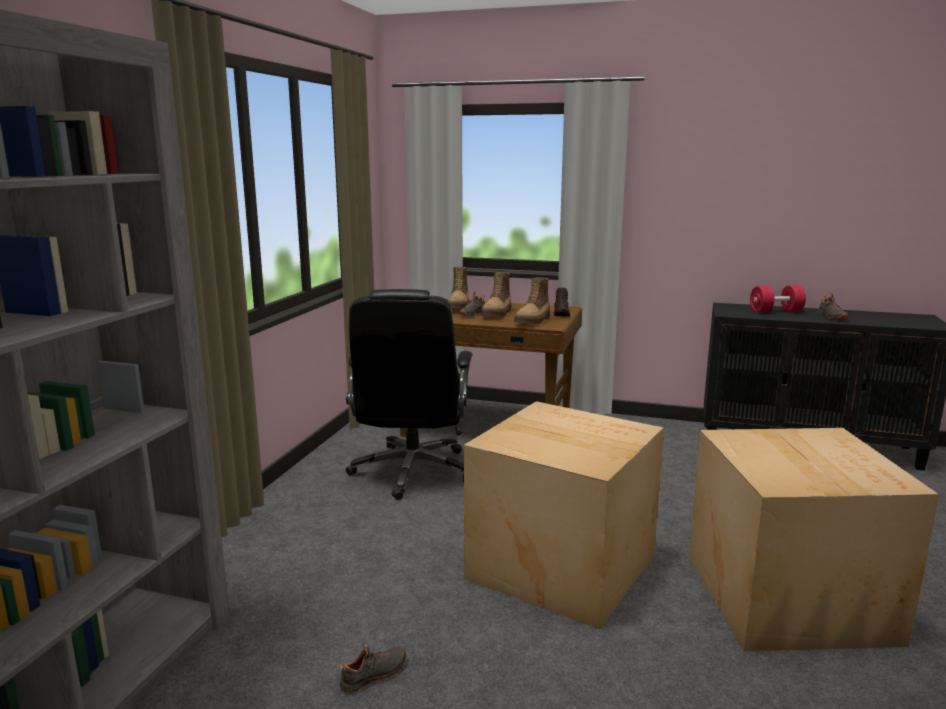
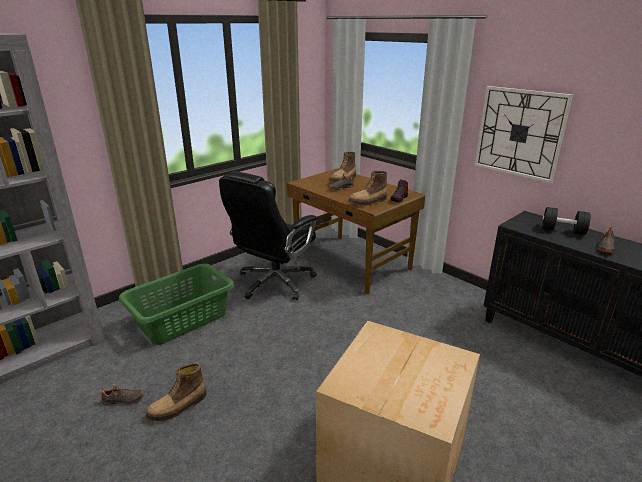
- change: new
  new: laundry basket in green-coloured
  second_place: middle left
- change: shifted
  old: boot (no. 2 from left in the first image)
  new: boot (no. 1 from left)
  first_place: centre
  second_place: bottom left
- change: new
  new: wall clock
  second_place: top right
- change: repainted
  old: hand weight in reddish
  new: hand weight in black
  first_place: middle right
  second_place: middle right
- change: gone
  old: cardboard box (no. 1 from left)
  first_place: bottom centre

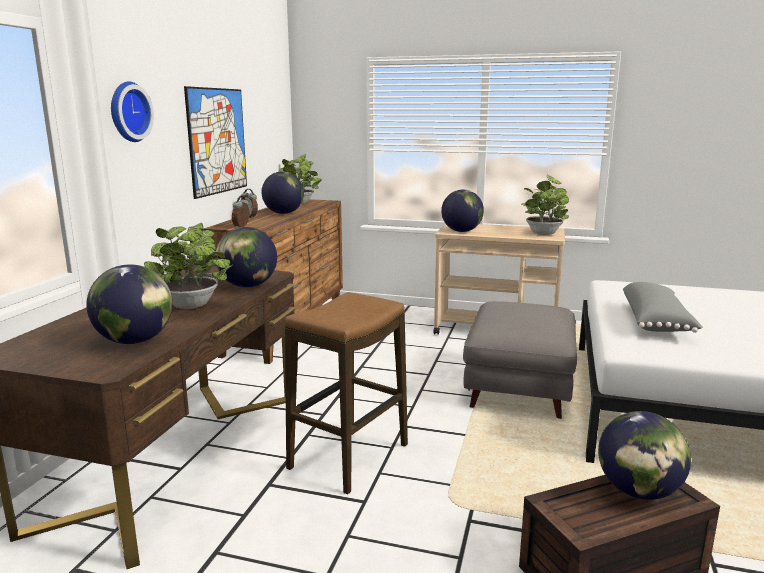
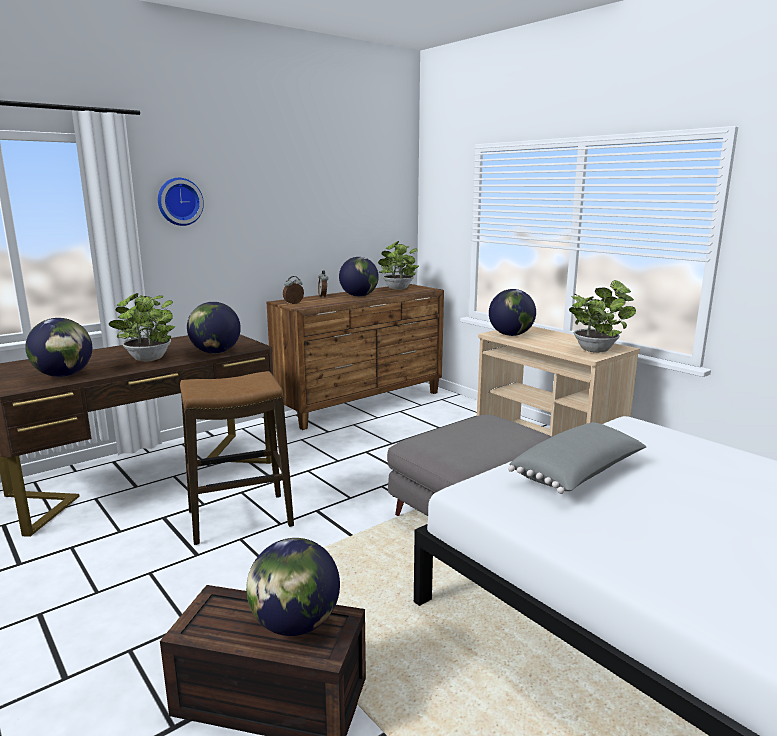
- change: gone
  old: wall picture
  first_place: top left

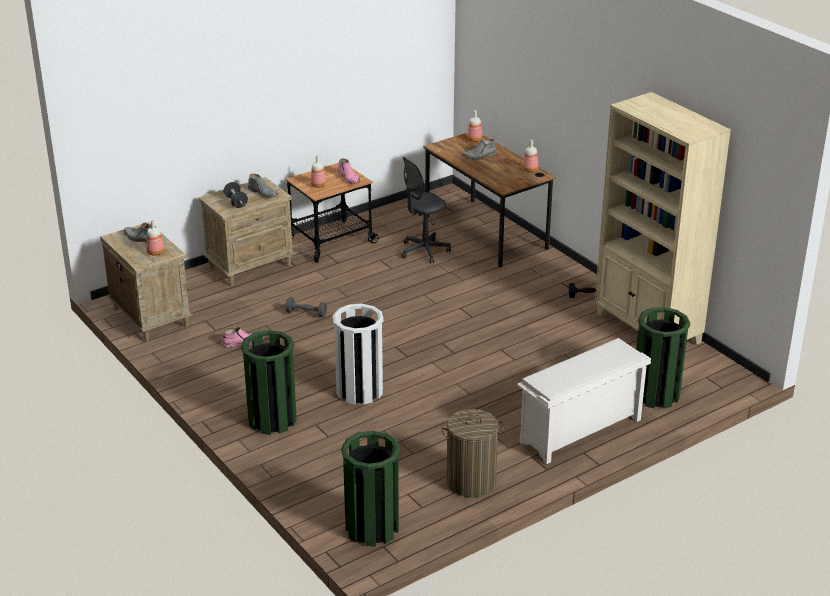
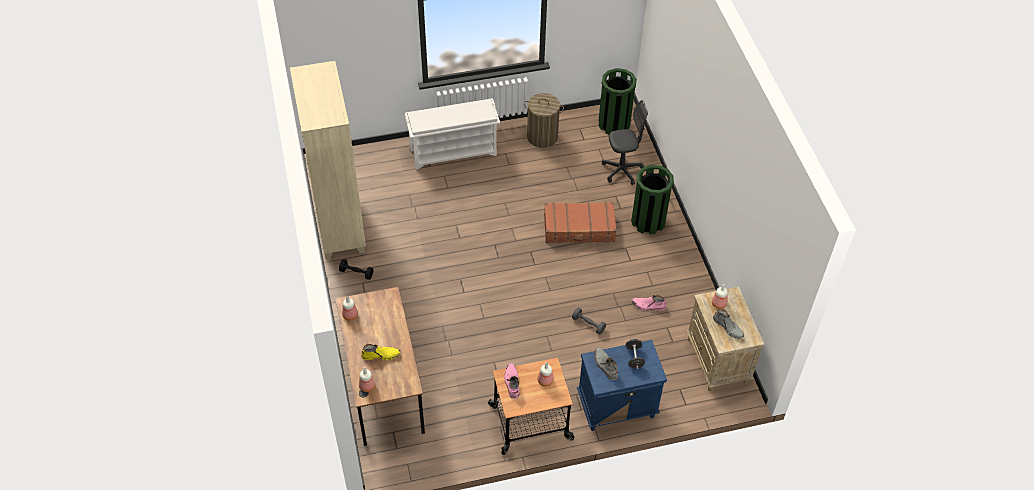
- change: repainted
  old: boot in grey (no. 3 from left)
  new: boot in yellow-coloured
  first_place: top centre
  second_place: bottom centre
- change: swapped
  old: waste bin in white
  new: piece of luggage in brownish
  first_place: centre
  second_place: centre
- change: repainted
  old: bedside table in beige-coloured (no. 2 from left)
  new: bedside table in blue
  first_place: middle left
  second_place: bottom centre
- change: shifted
  old: desk chair in grey
  first_place: centre
  second_place: top centre
- change: gone
  old: waste bin in green-coloured (no. 3 from left)
  first_place: middle right

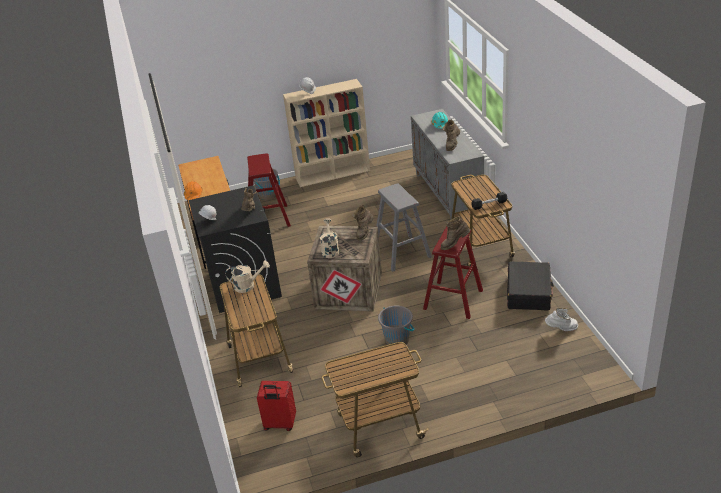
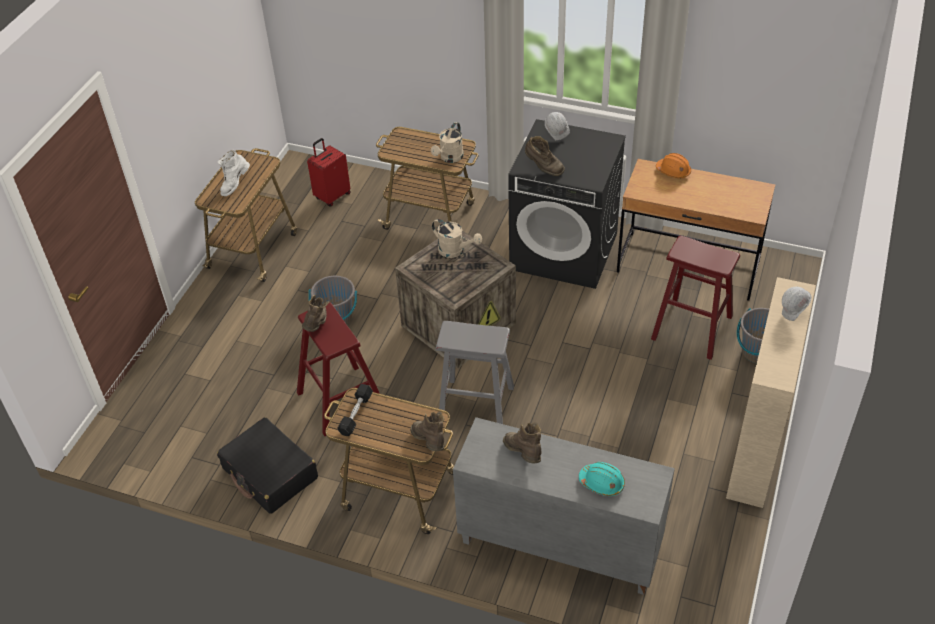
- change: shifted
  old: boot in white
  first_place: middle right
  second_place: top left
- change: shifted
  old: boot in brownish (no. 2 from left)
  first_place: centre
  second_place: bottom centre

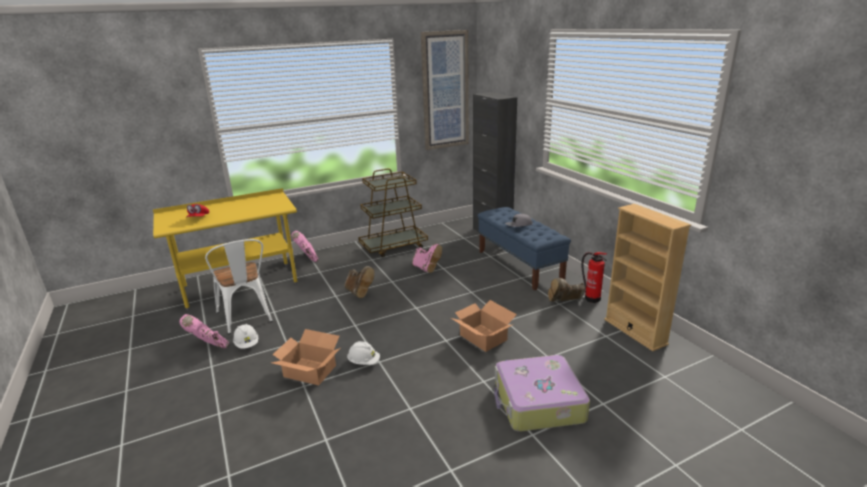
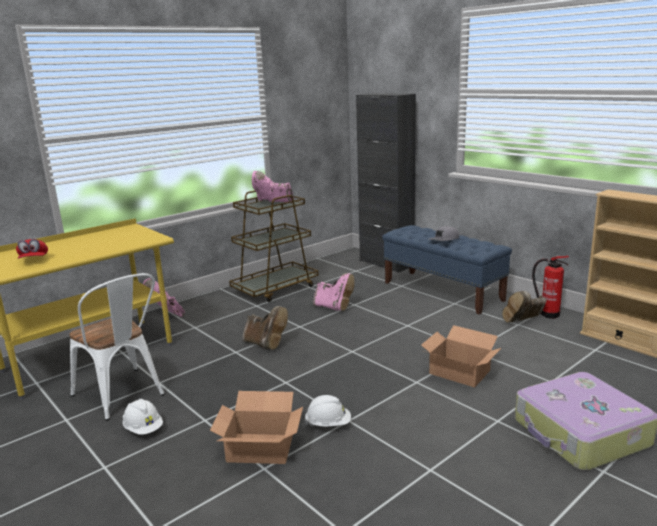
- change: shifted
  old: boot in pink-coloured (no. 1 from left in the first image)
  new: boot in pink-coloured (no. 2 from left)
  first_place: bottom left
  second_place: centre
- change: gone
  old: wall picture
  first_place: top centre

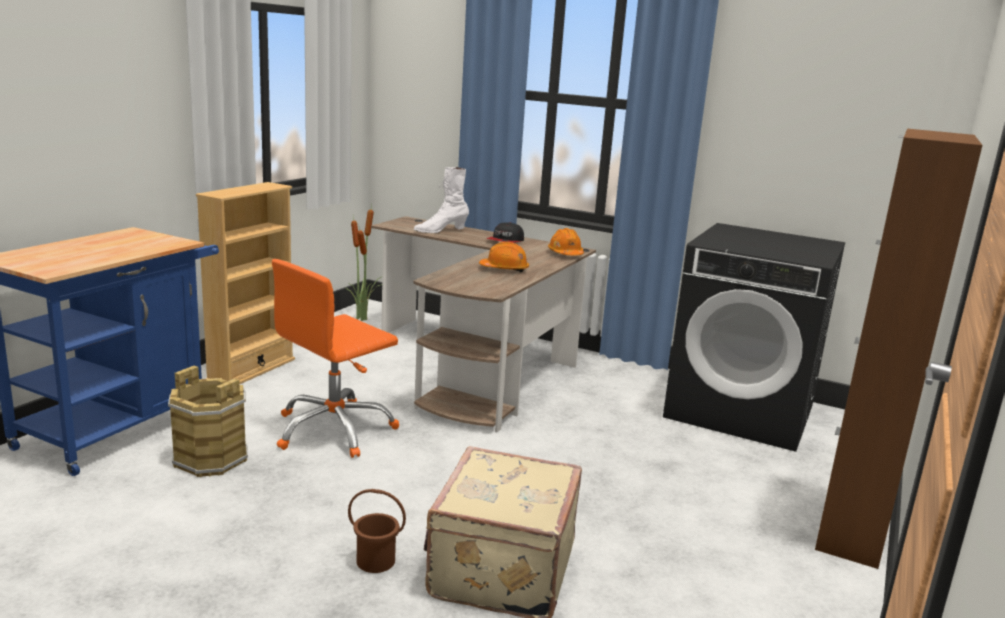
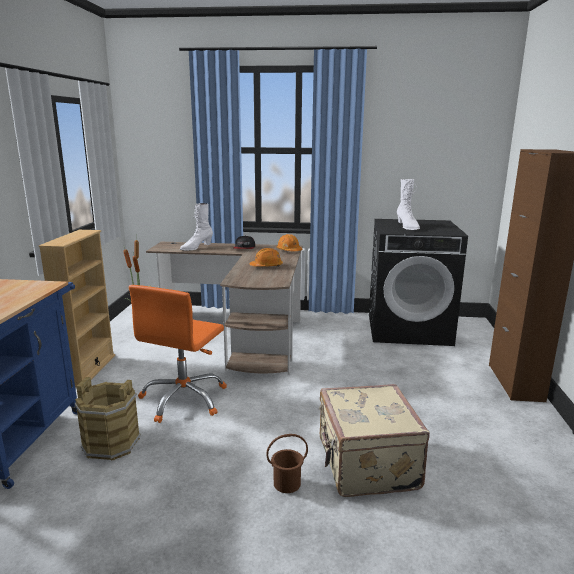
- change: new
  new: boot in white (no. 2 from left)
  second_place: middle right

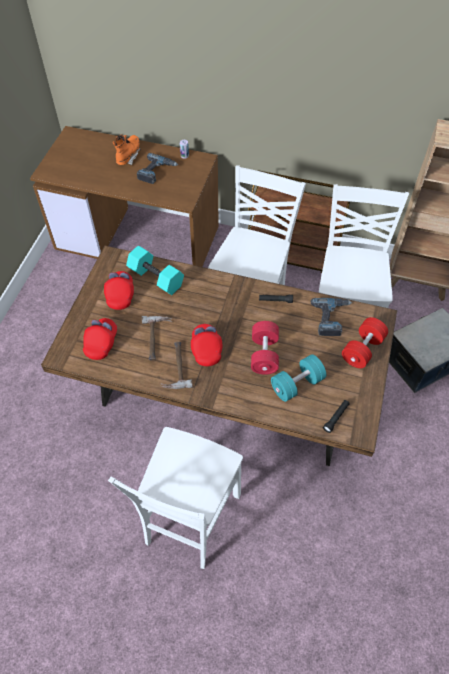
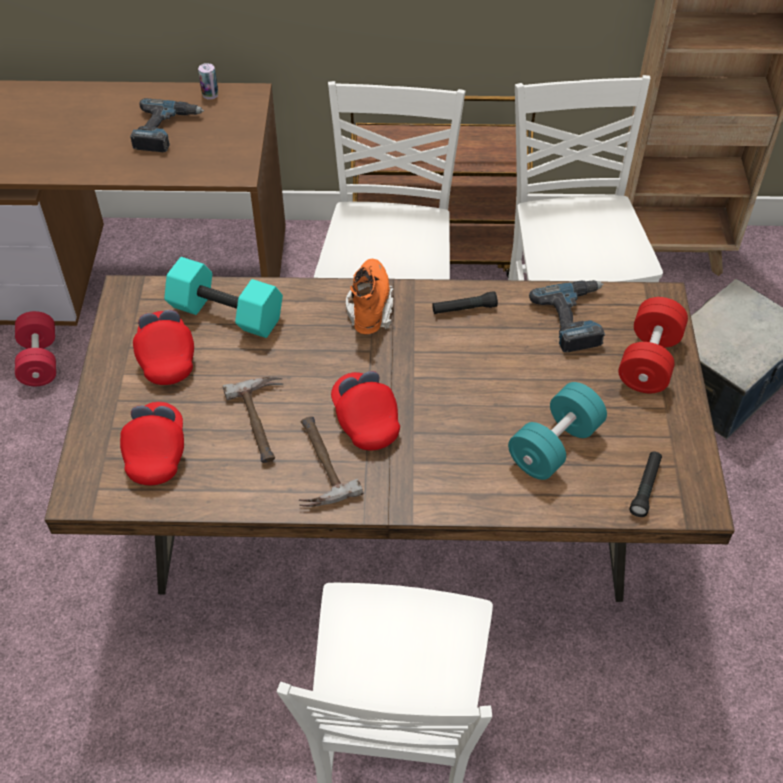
- change: shifted
  old: hand weight in reddish (no. 1 from left)
  first_place: centre
  second_place: middle left
- change: shifted
  old: boot in orange
  first_place: top left
  second_place: centre

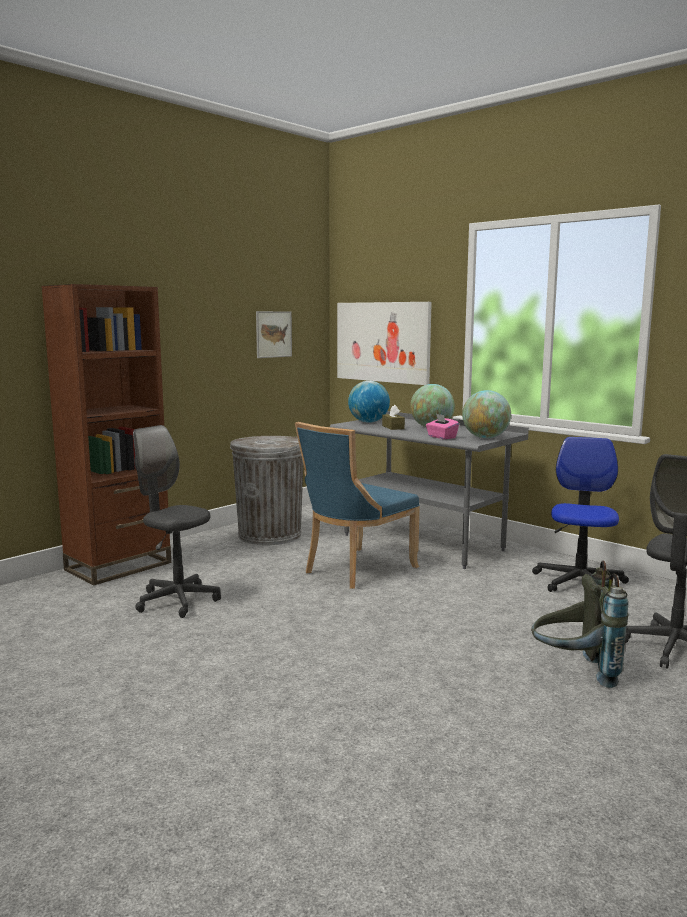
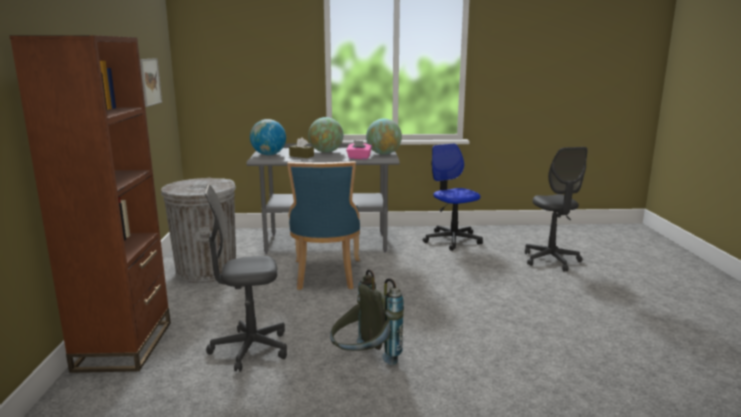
- change: shifted
  old: knapsack in grey
  first_place: bottom right
  second_place: bottom centre
- change: gone
  old: wall picture (no. 2 from left)
  first_place: centre

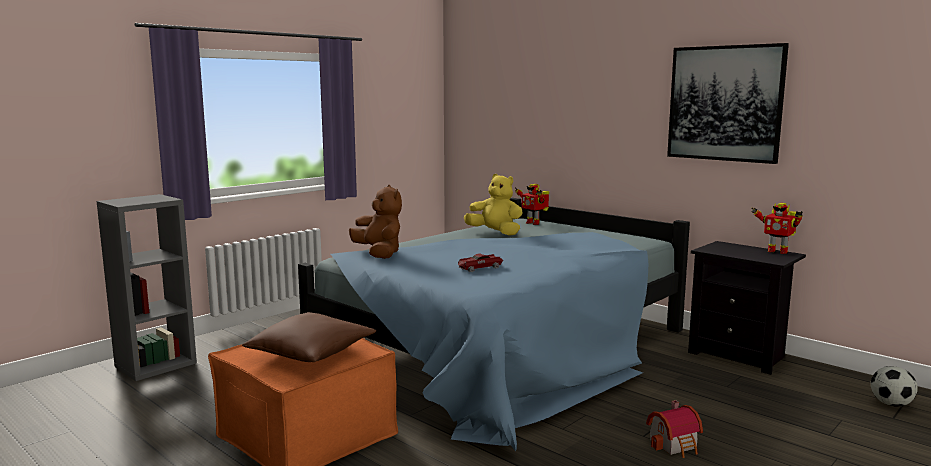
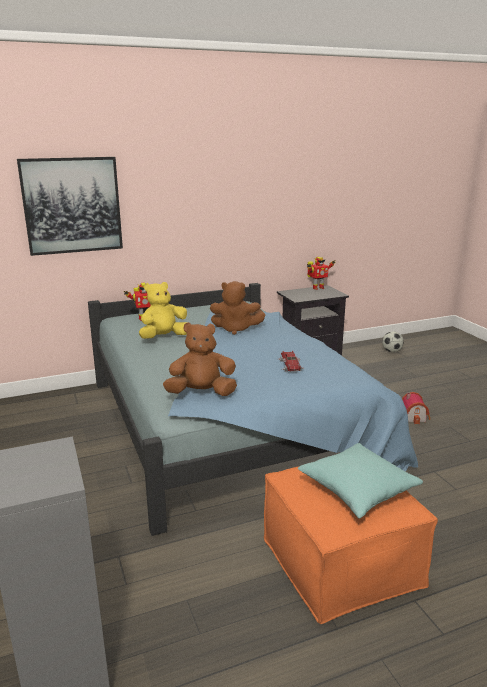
- change: shifted
  old: wall picture
  first_place: top right
  second_place: top left
- change: new
  new: cuddly toy in brownish (no. 2 from left)
  second_place: centre
- change: repainted
  old: throw pillow in brownish
  new: throw pillow in blue-green
  first_place: bottom left
  second_place: bottom right

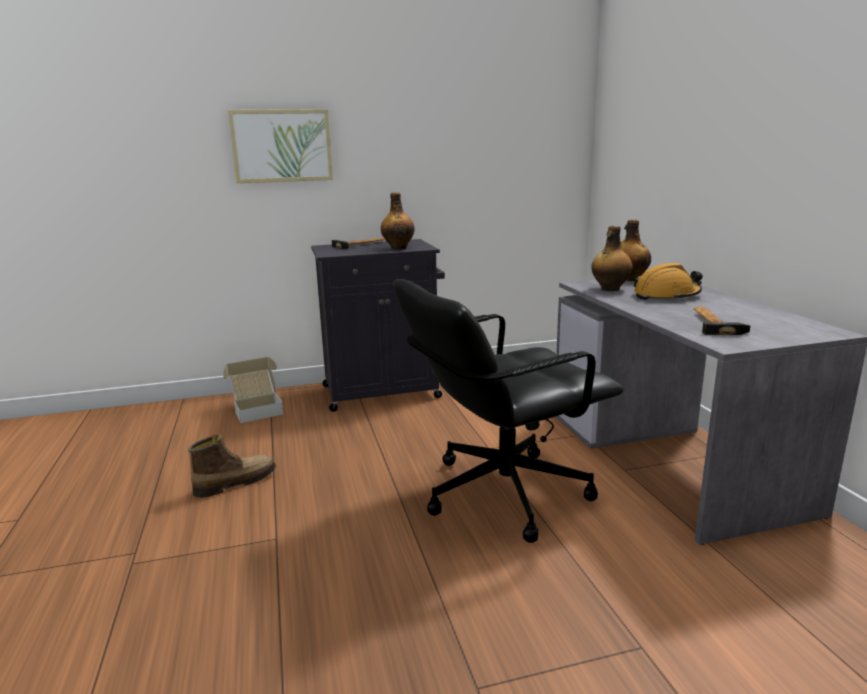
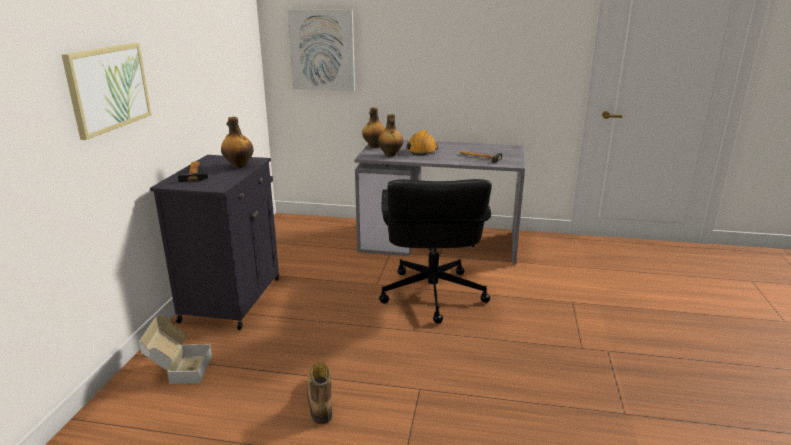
- change: new
  new: wall picture (no. 2 from left)
  second_place: top centre

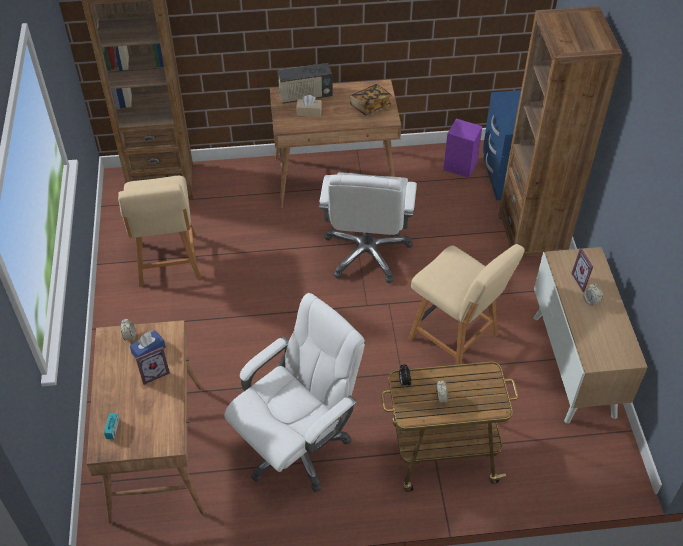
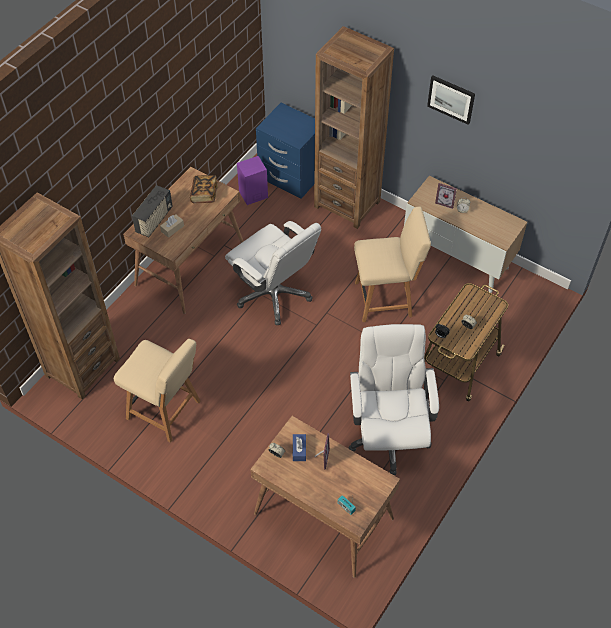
- change: new
  new: wall picture
  second_place: top right

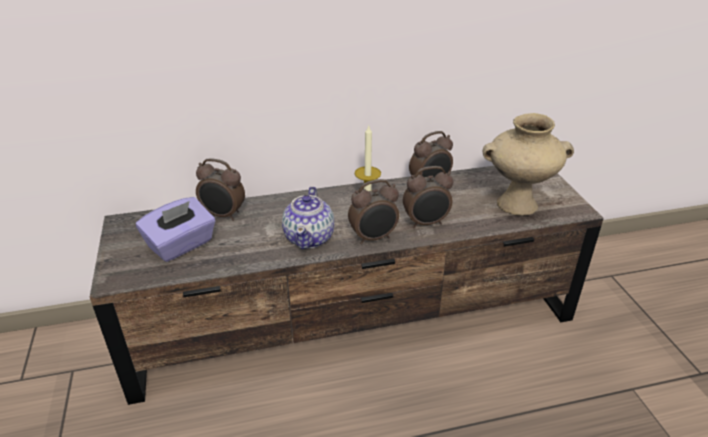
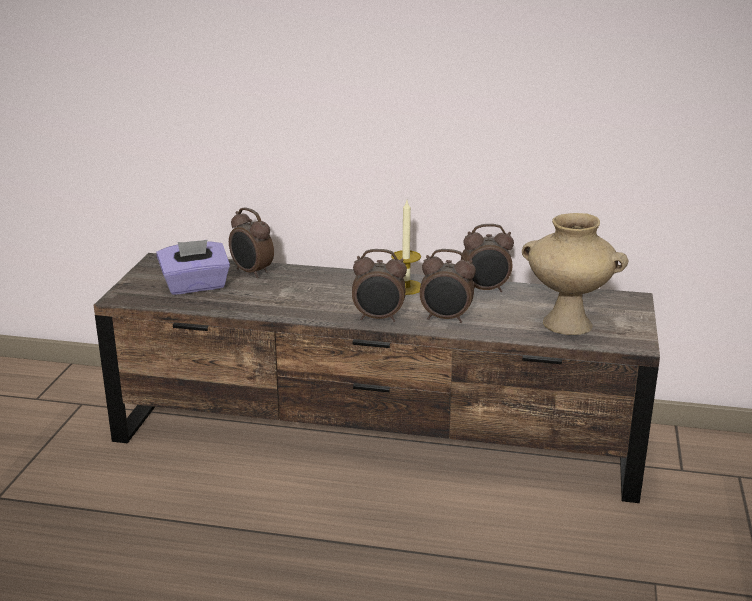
- change: gone
  old: tea pot
  first_place: centre

